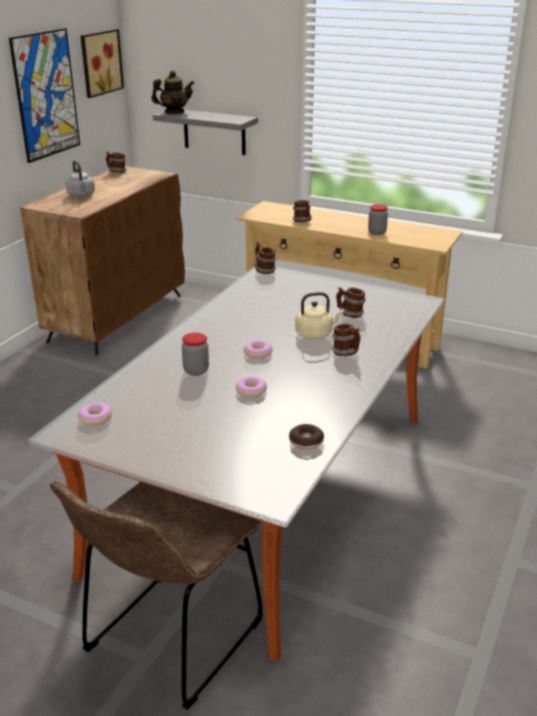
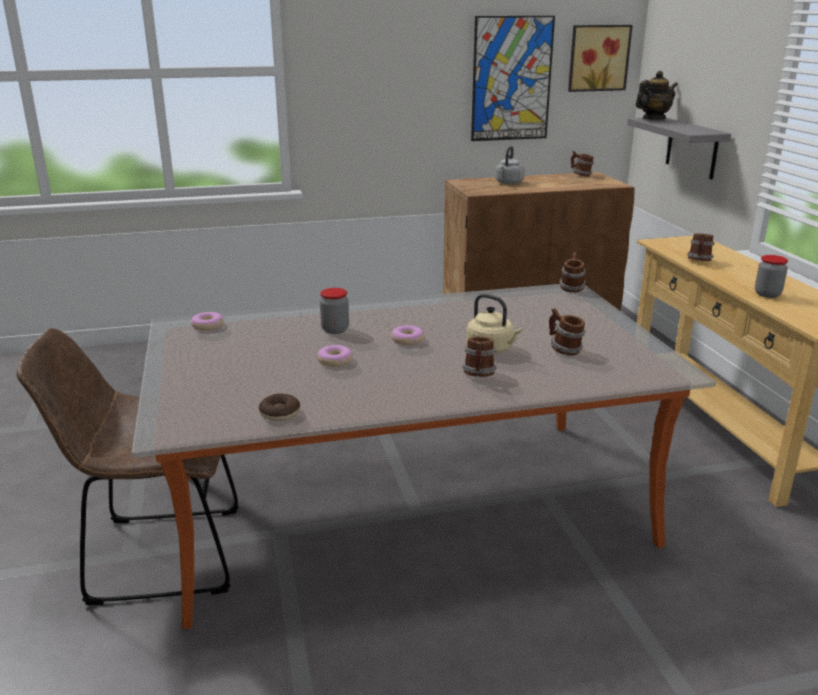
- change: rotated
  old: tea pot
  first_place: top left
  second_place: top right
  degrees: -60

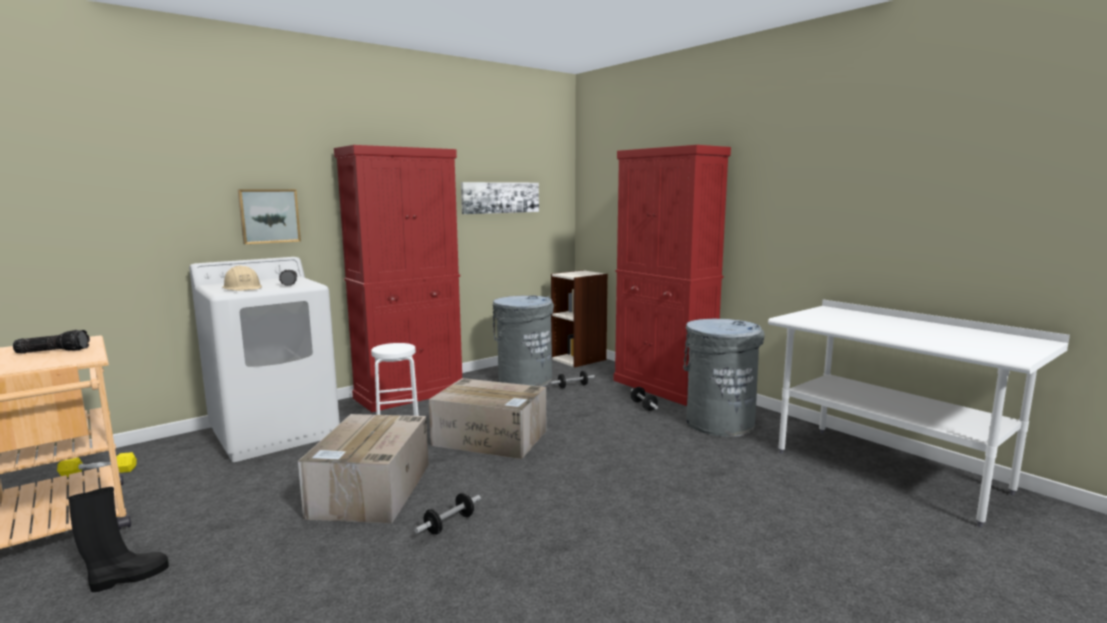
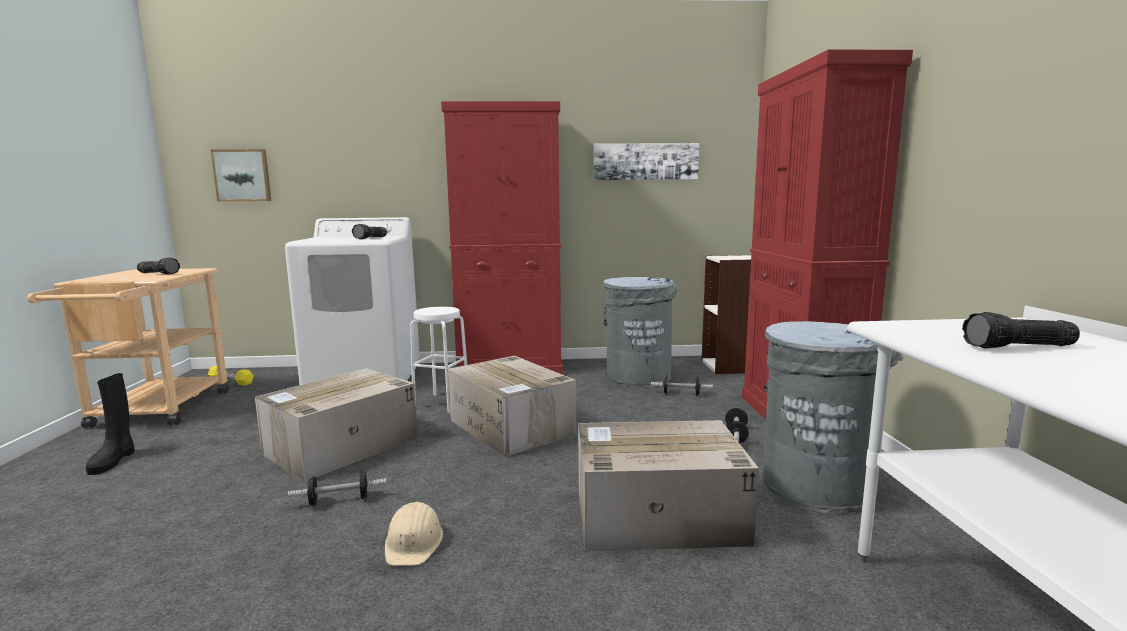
- change: rotated
  old: boot in black
  first_place: bottom left
  second_place: bottom left
  degrees: 90
- change: shifted
  old: wall picture (no. 1 from left)
  first_place: middle left
  second_place: top left
- change: shifted
  old: hard hat in beige-coloured
  first_place: middle left
  second_place: bottom centre
- change: new
  new: cardboard box (no. 3 from left)
  second_place: bottom centre
- change: new
  new: hand torch (no. 3 from left)
  second_place: middle right

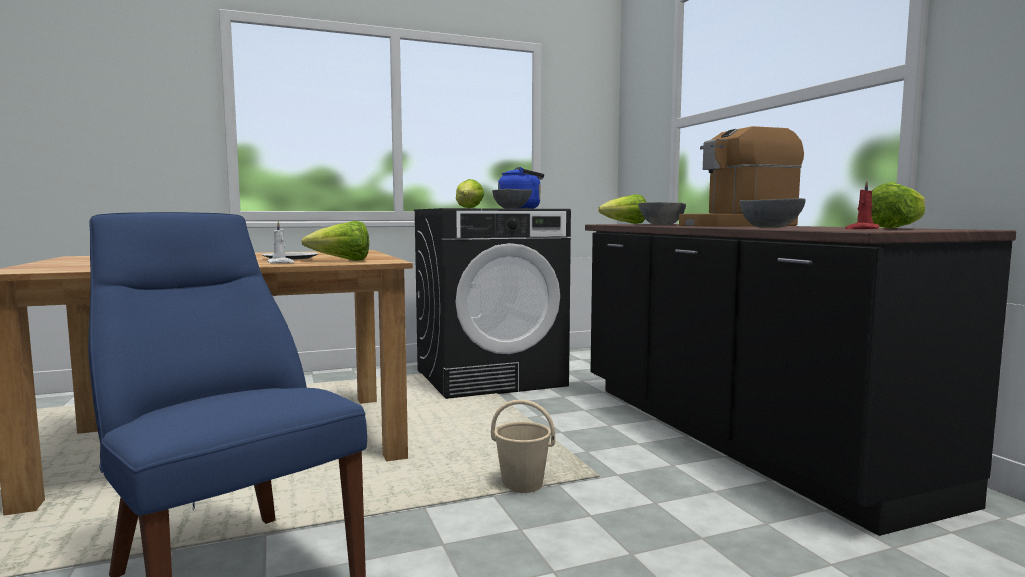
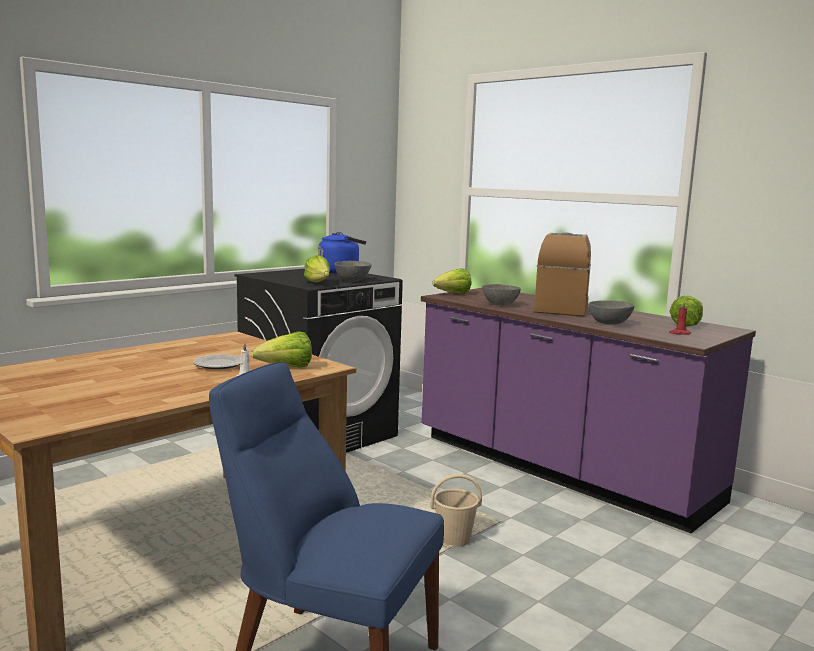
- change: repainted
  old: kitchen counter in black
  new: kitchen counter in purple
  first_place: middle right
  second_place: middle right
- change: rotated
  old: coffee maker
  first_place: top right
  second_place: middle right
  degrees: 150

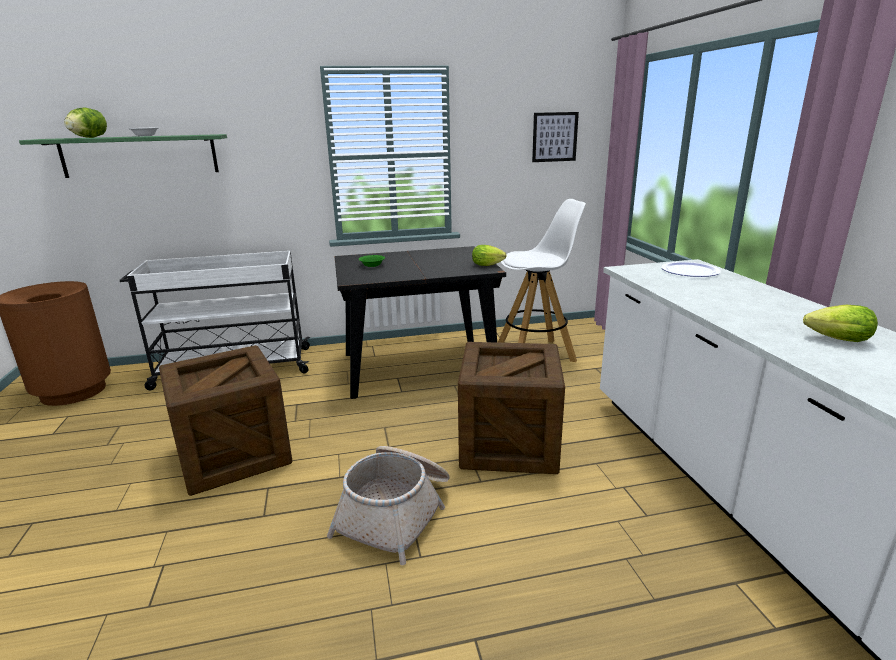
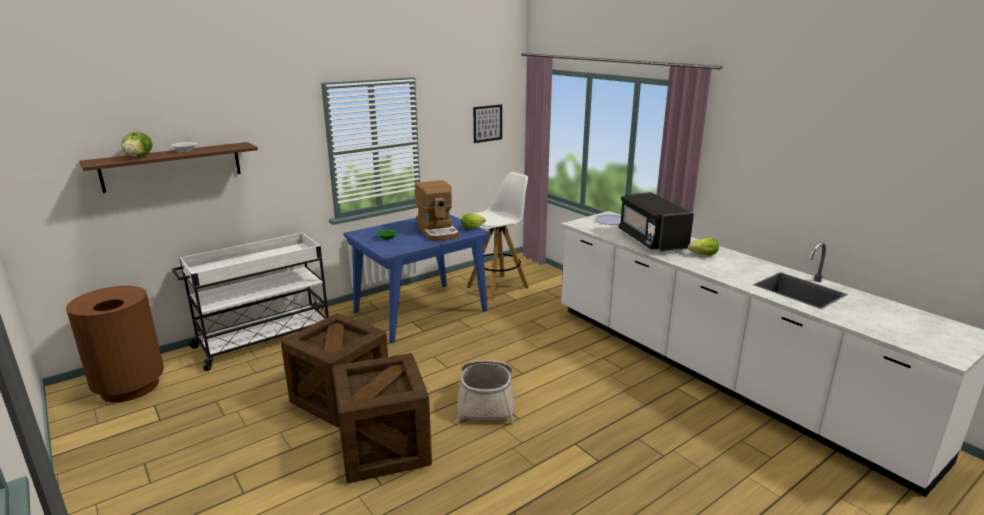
- change: repainted
  old: bracket shelf in green-coloured
  new: bracket shelf in brownish
  first_place: top left
  second_place: top left
- change: shifted
  old: packing crate (no. 2 from left)
  first_place: centre
  second_place: bottom centre
- change: repainted
  old: kitchen table in black
  new: kitchen table in blue
  first_place: centre
  second_place: centre
- change: new
  new: coffee maker
  second_place: centre
- change: new
  new: microwave in black
  second_place: middle right

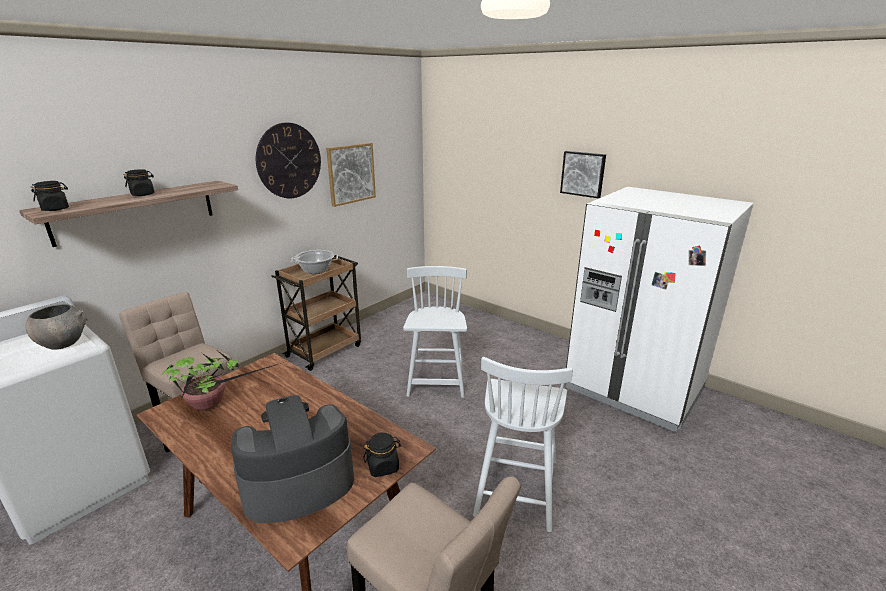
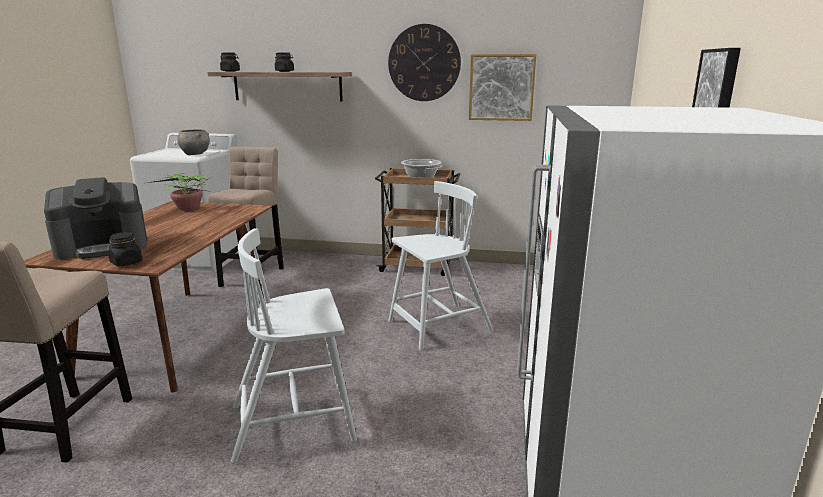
- change: rotated
  old: coffee maker
  first_place: bottom left
  second_place: middle left
  degrees: 120

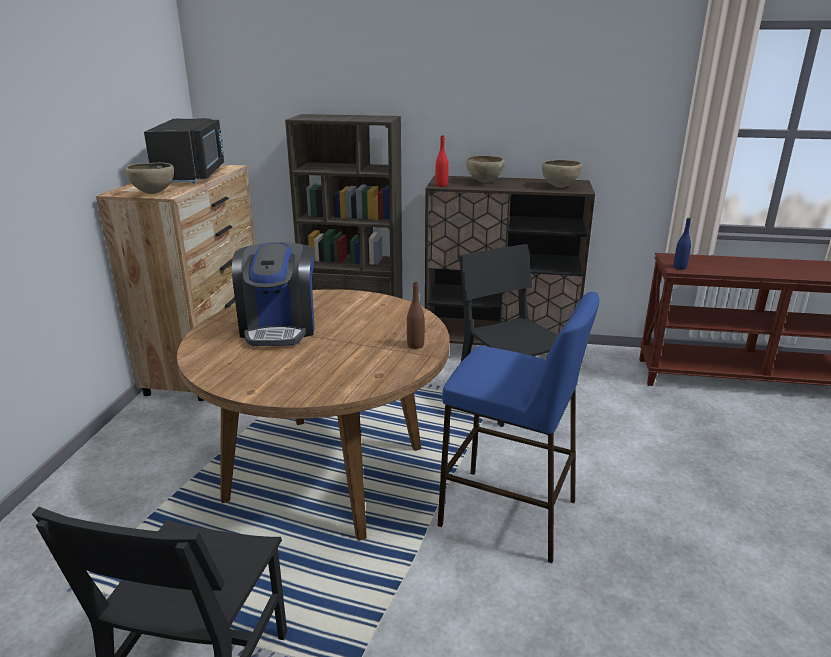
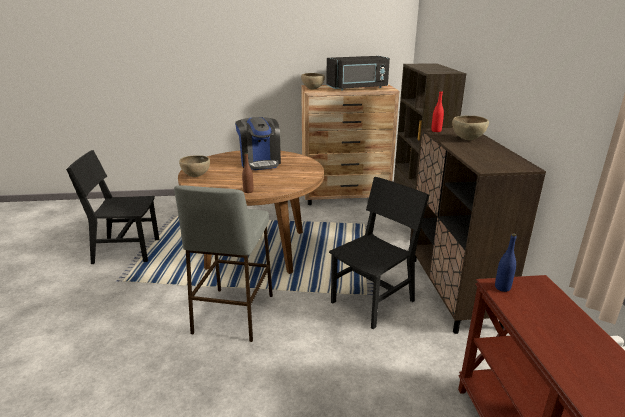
- change: repainted
  old: stool in blue
  new: stool in grey
  first_place: centre
  second_place: centre
- change: shifted
  old: bowl in brownish (no. 3 from left in the first image)
  new: bowl in brownish (no. 1 from left)
  first_place: top right
  second_place: middle left
- change: rotated
  old: coffee maker
  first_place: middle left
  second_place: centre
  degrees: -90

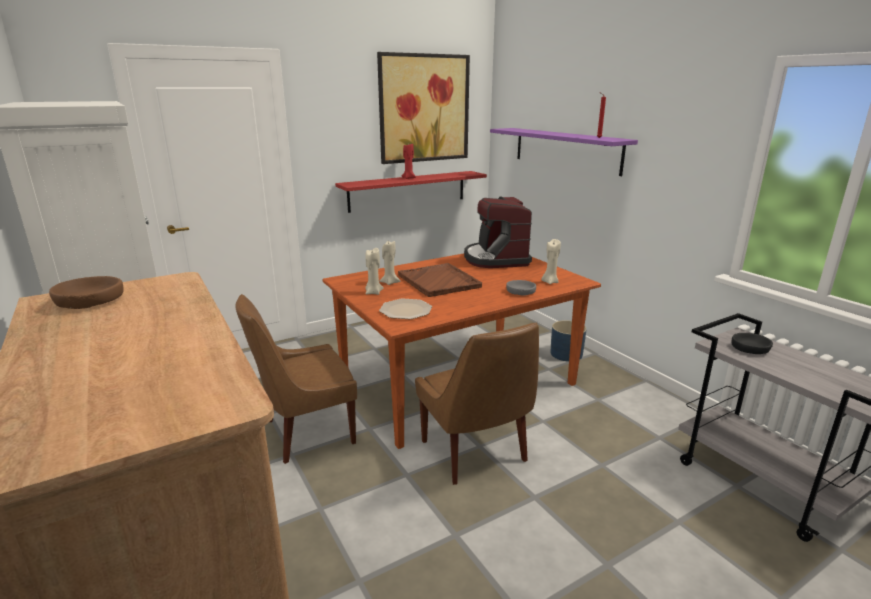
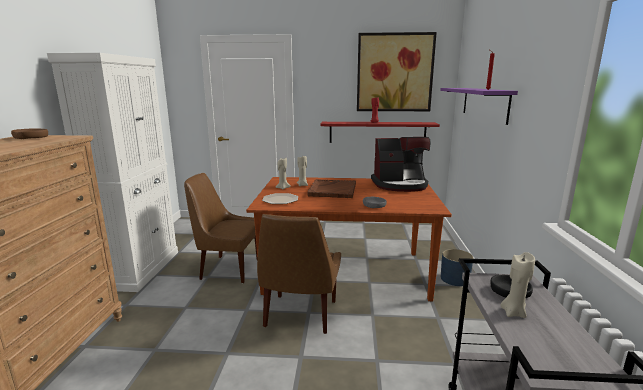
- change: rotated
  old: coffee maker
  first_place: centre
  second_place: centre
  degrees: -120
- change: shifted
  old: candle in beige-coloured (no. 3 from left)
  first_place: centre
  second_place: bottom right

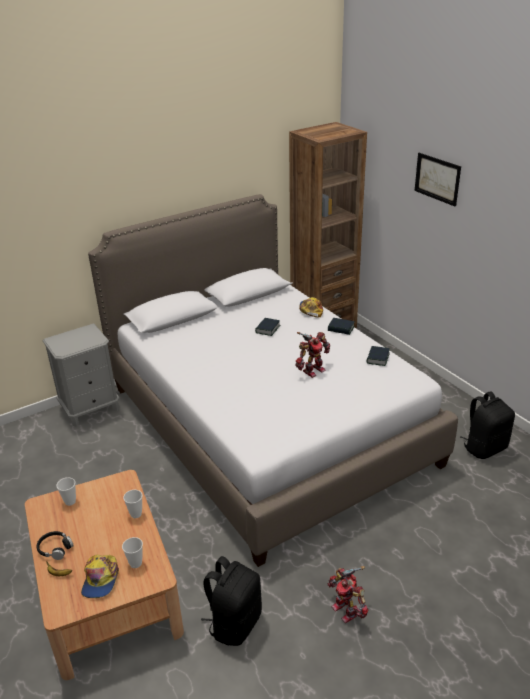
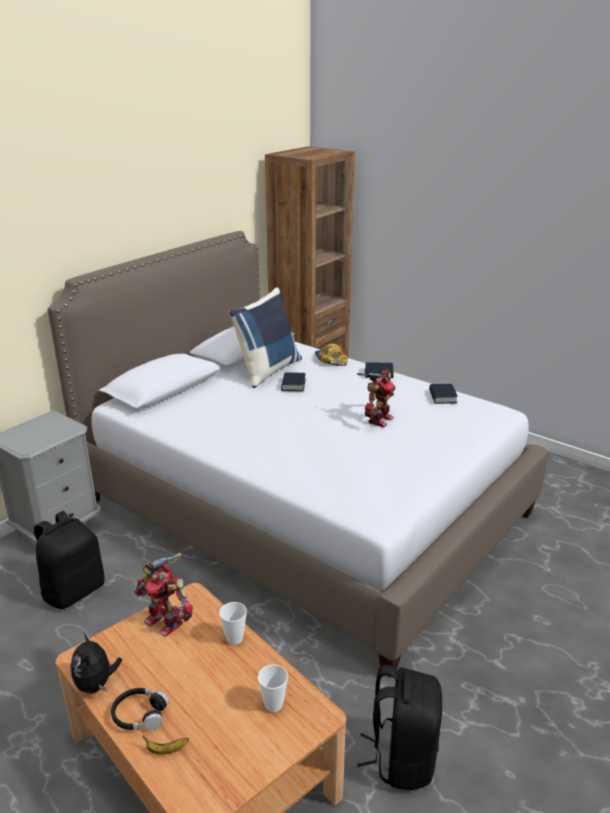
- change: shifted
  old: knapsack in black (no. 2 from left in the first image)
  new: knapsack in black (no. 1 from left)
  first_place: middle right
  second_place: bottom left
- change: new
  new: cuddly toy
  second_place: bottom left
- change: shifted
  old: model robot (no. 2 from left in the first image)
  new: model robot (no. 1 from left)
  first_place: bottom centre
  second_place: bottom left
- change: new
  new: throw pillow in blue
  second_place: centre
- change: gone
  old: drinking cup (no. 1 from left)
  first_place: bottom left
- change: gone
  old: baseball cap (no. 1 from left)
  first_place: bottom left
- change: gone
  old: wall picture
  first_place: top right

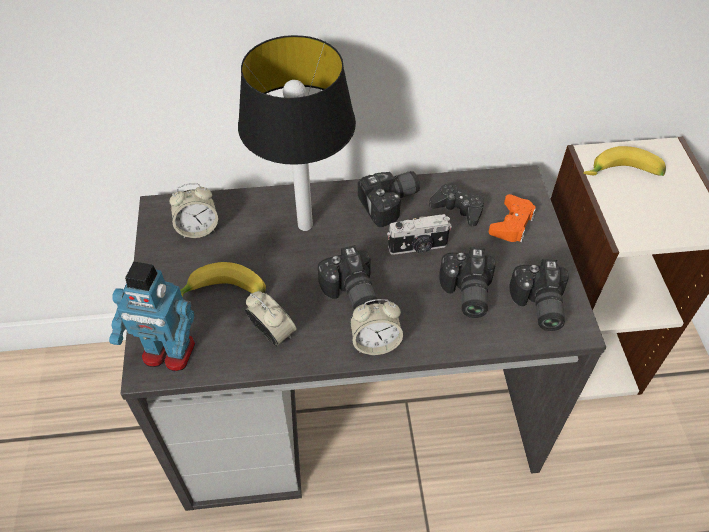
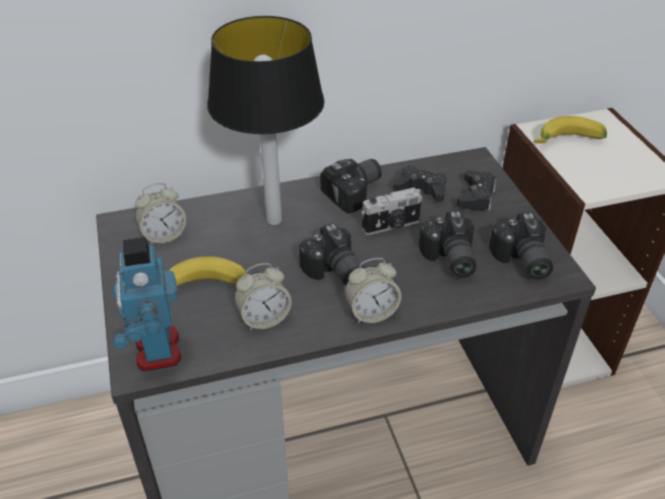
- change: rotated
  old: model robot
  first_place: middle left
  second_place: middle left
  degrees: 75
- change: rotated
  old: table clock (no. 2 from left)
  first_place: centre
  second_place: centre
  degrees: 120
- change: repainted
  old: joypad in orange
  new: joypad in black (no. 2 from left)
  first_place: middle right
  second_place: middle right

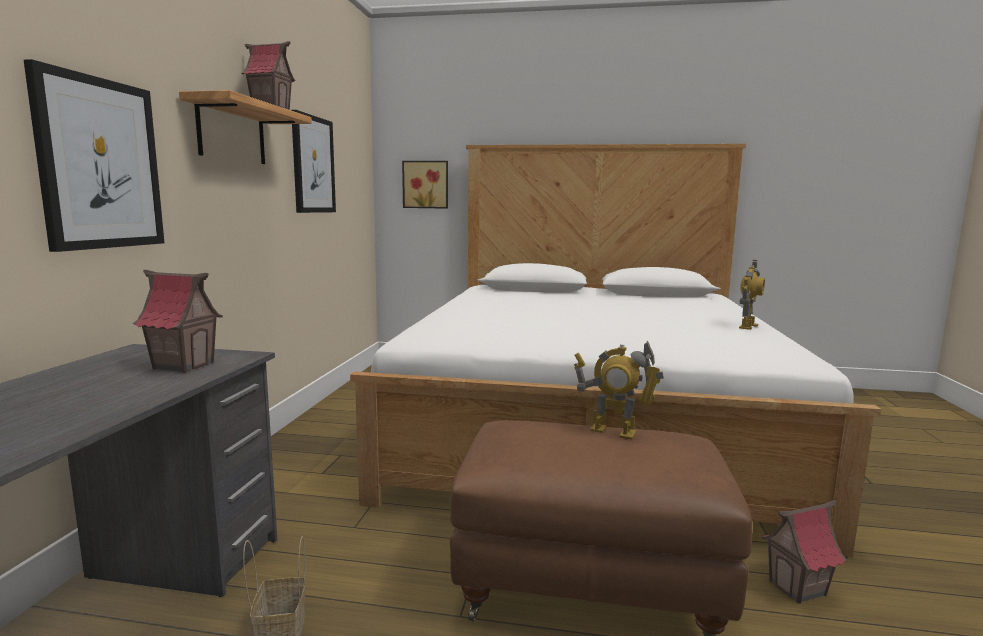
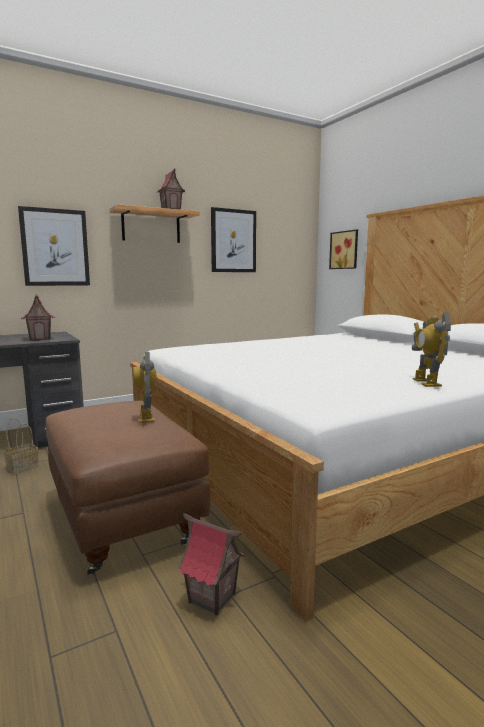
- change: rotated
  old: model robot (no. 2 from left)
  first_place: middle right
  second_place: middle right
  degrees: 90

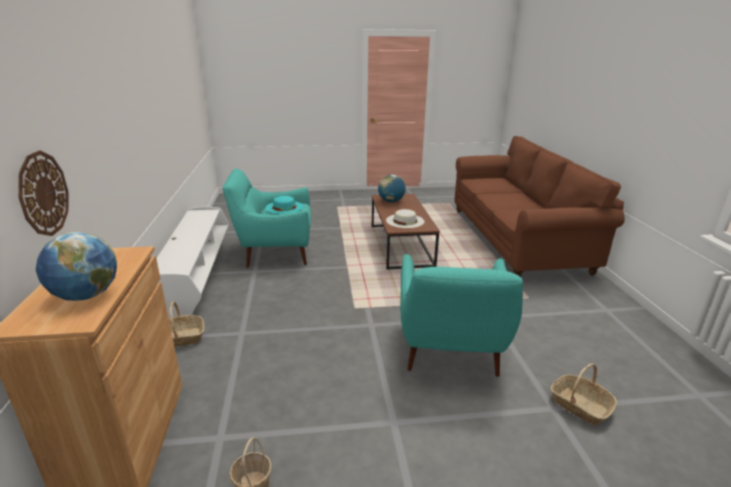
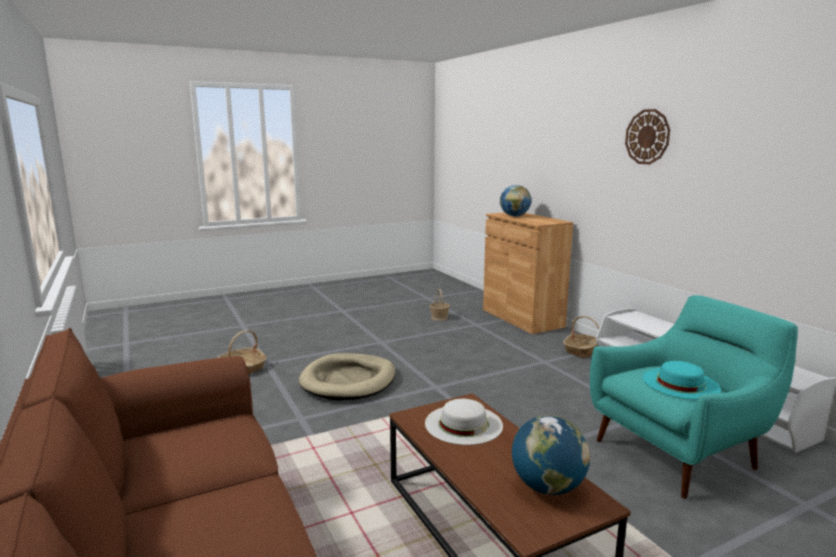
- change: swapped
  old: armchair in blue-green (no. 2 from left)
  new: dog cushion in beige-coloured
  first_place: centre
  second_place: bottom centre
- change: shifted
  old: wall clock
  first_place: middle left
  second_place: top right

